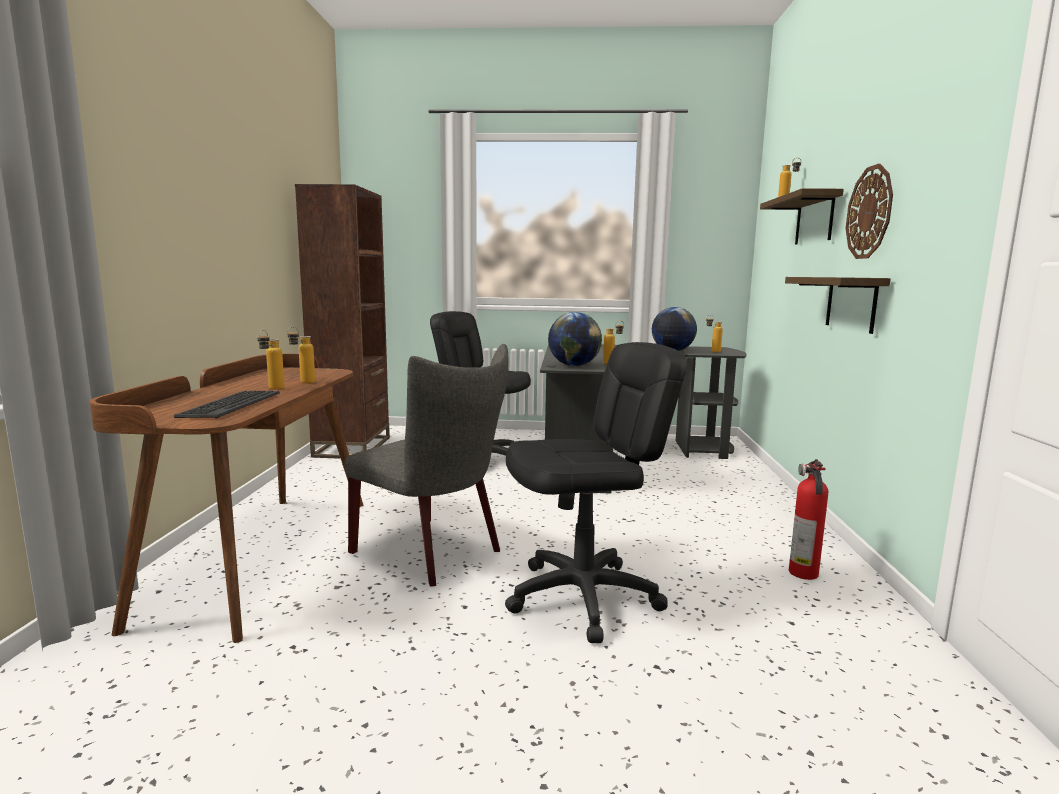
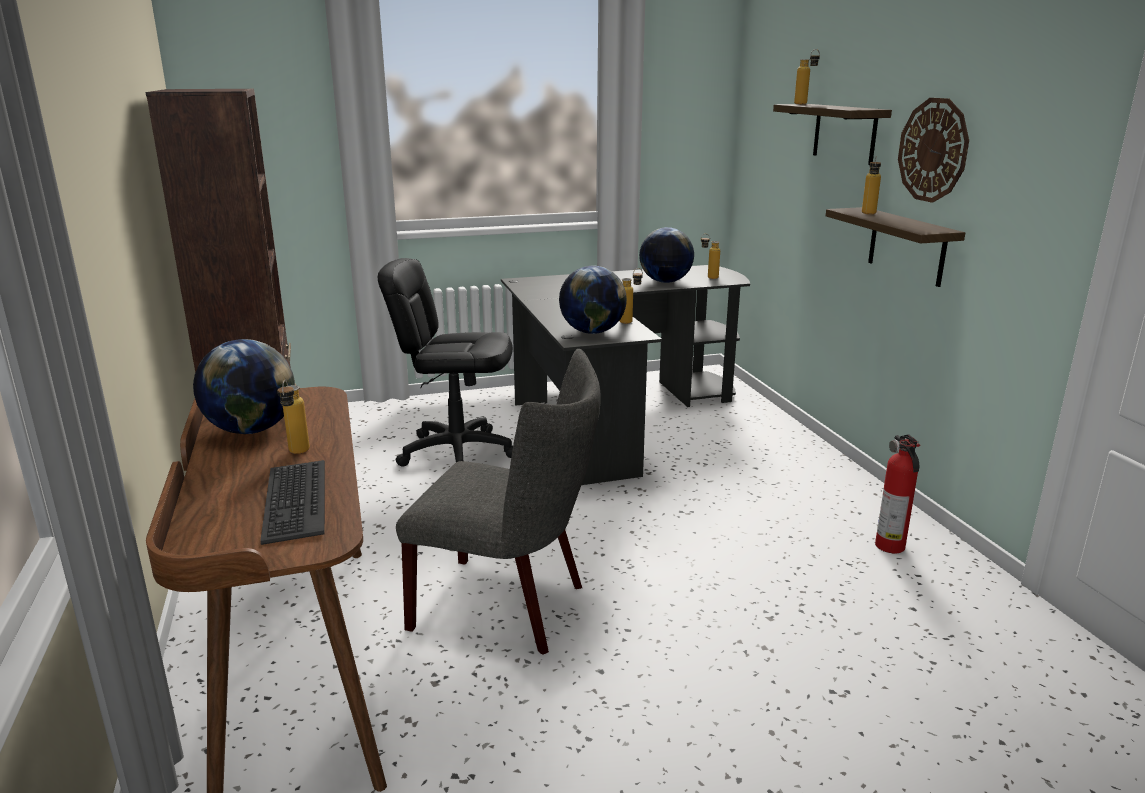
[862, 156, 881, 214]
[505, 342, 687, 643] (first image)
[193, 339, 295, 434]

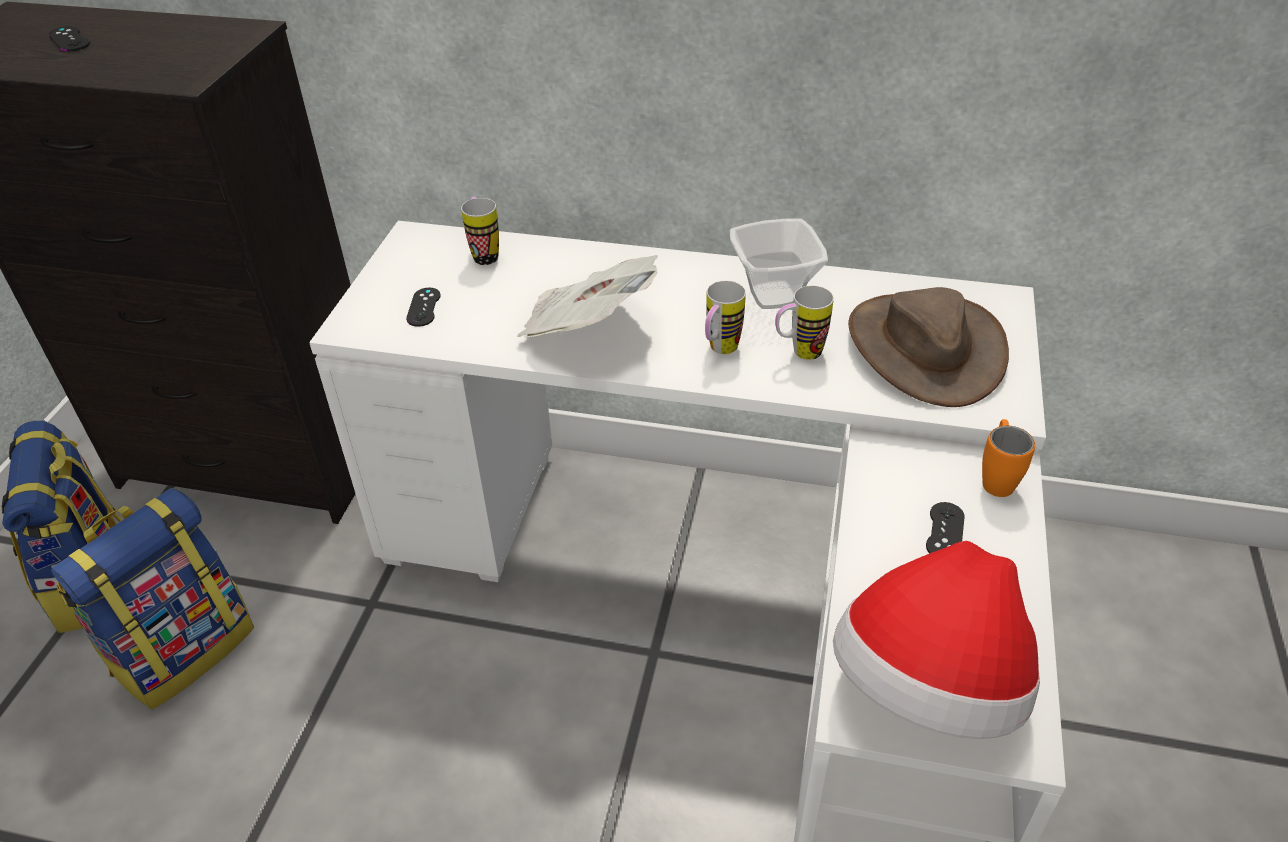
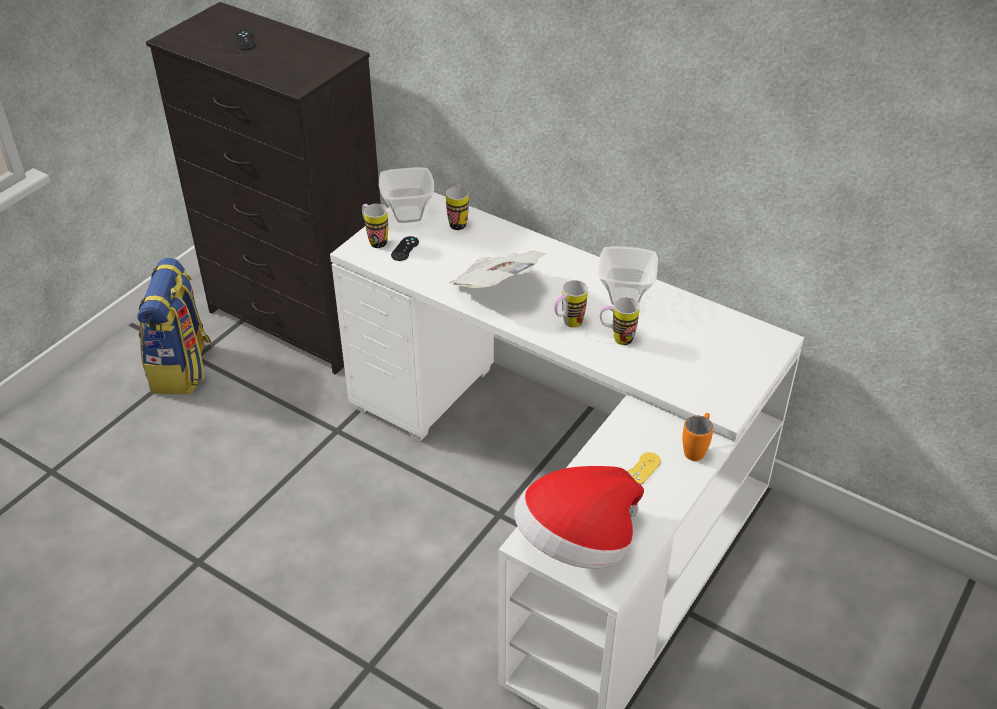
[51, 488, 254, 709] (first image)
[848, 287, 1009, 407] (first image)
[627, 452, 661, 485]
[362, 204, 388, 248]
[379, 167, 434, 223]

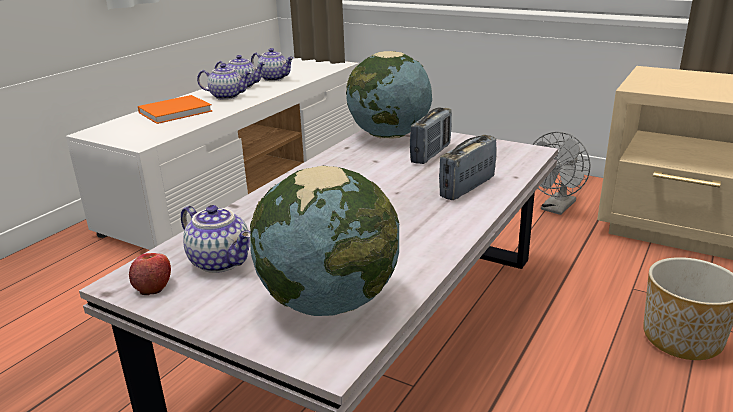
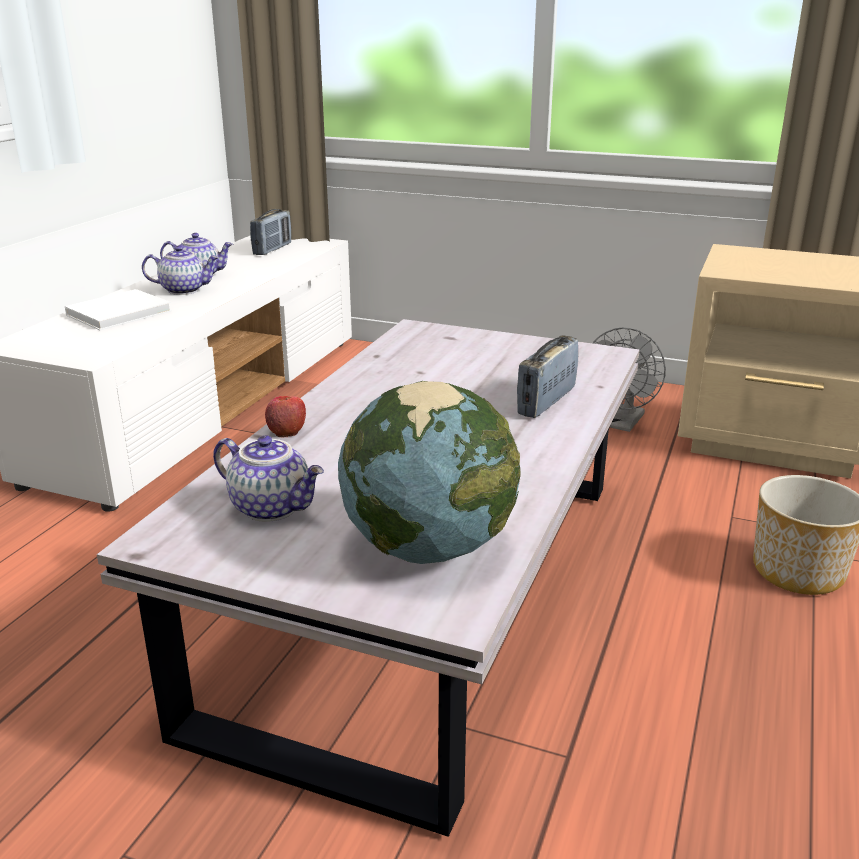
[265, 396, 306, 437]
[65, 289, 172, 330]
[251, 48, 294, 81] (first image)
[346, 51, 432, 139] (first image)
[250, 209, 291, 255]

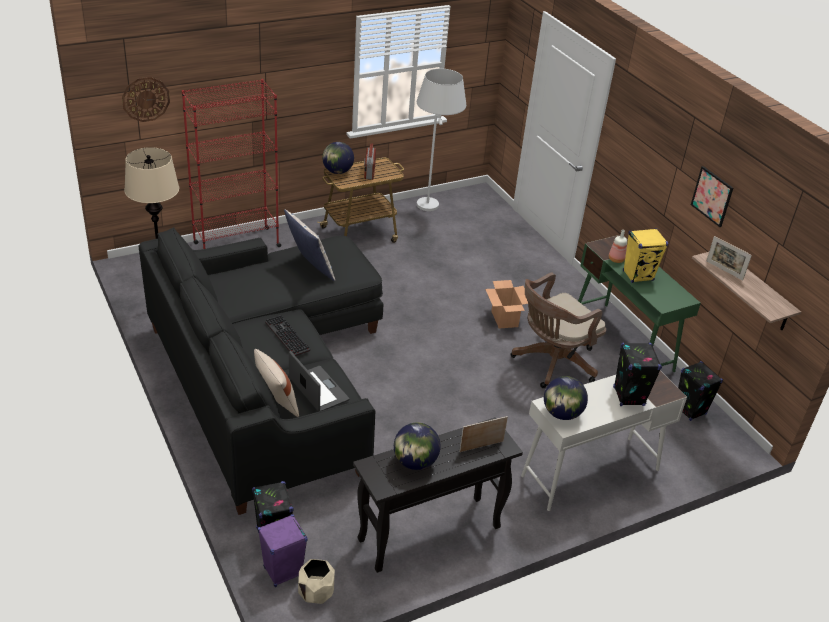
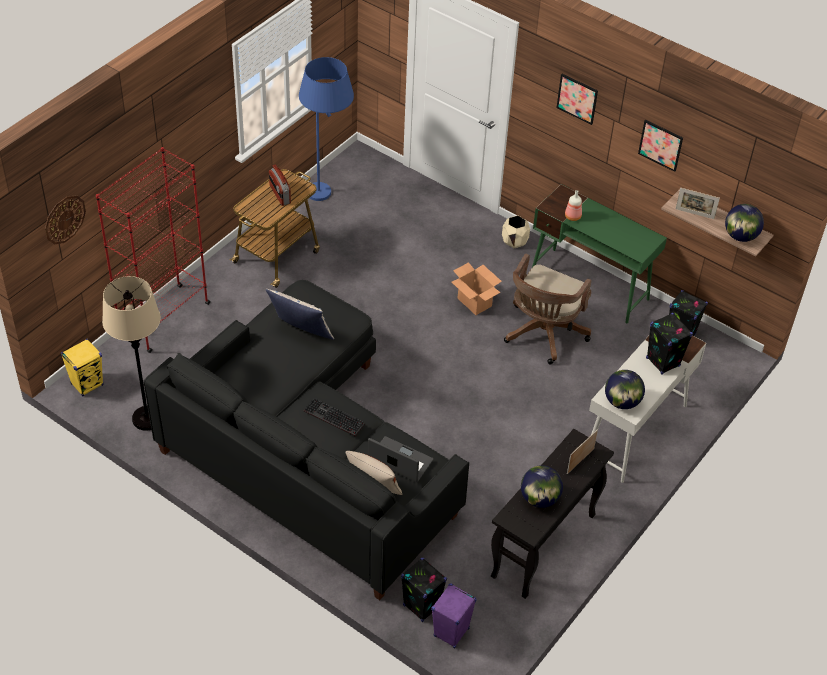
[502, 216, 530, 248]
[725, 204, 764, 242]
[299, 57, 354, 201]
[61, 339, 104, 397]
[557, 74, 598, 125]

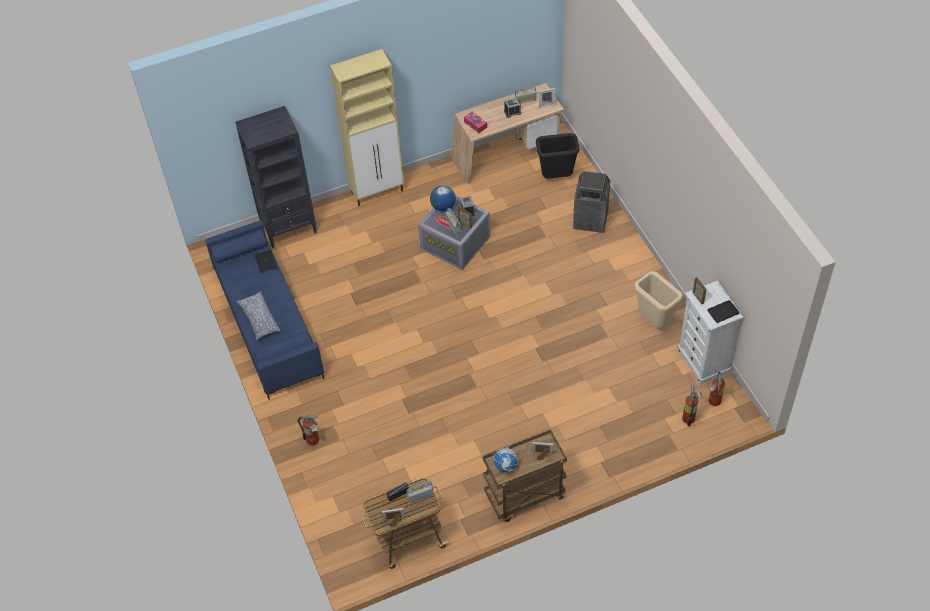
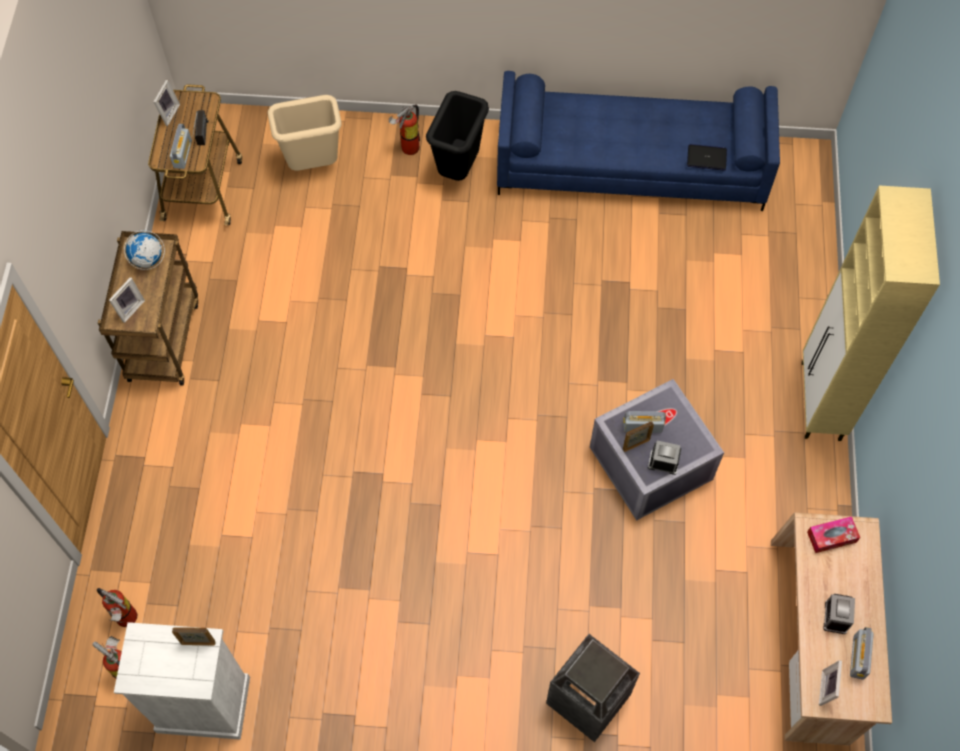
[235, 106, 317, 248] (first image)
[236, 291, 281, 340] (first image)
[430, 186, 456, 212] (first image)
[426, 91, 489, 181]
[268, 95, 342, 171]
[707, 300, 739, 323] (first image)

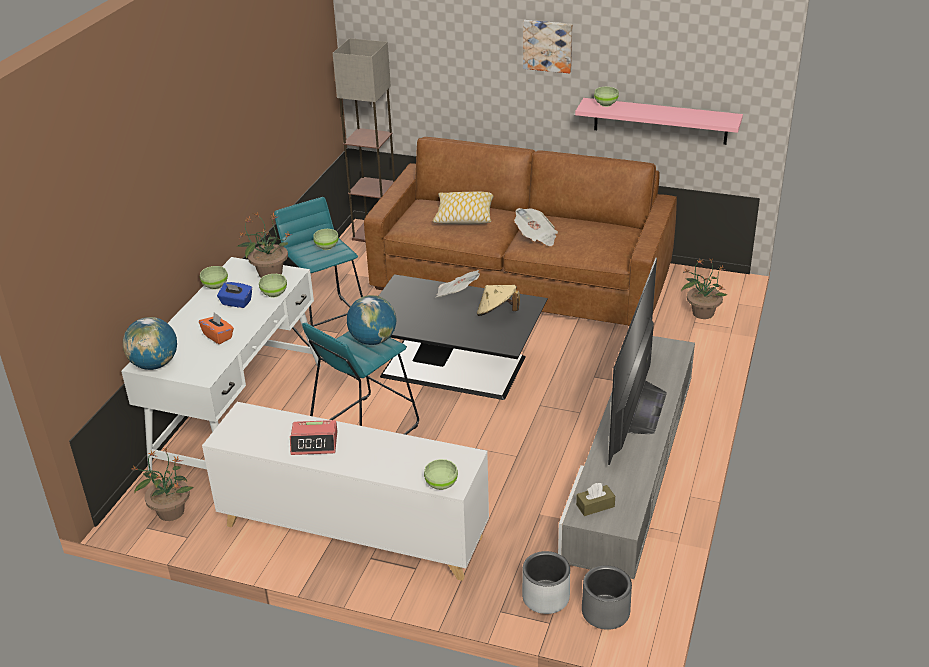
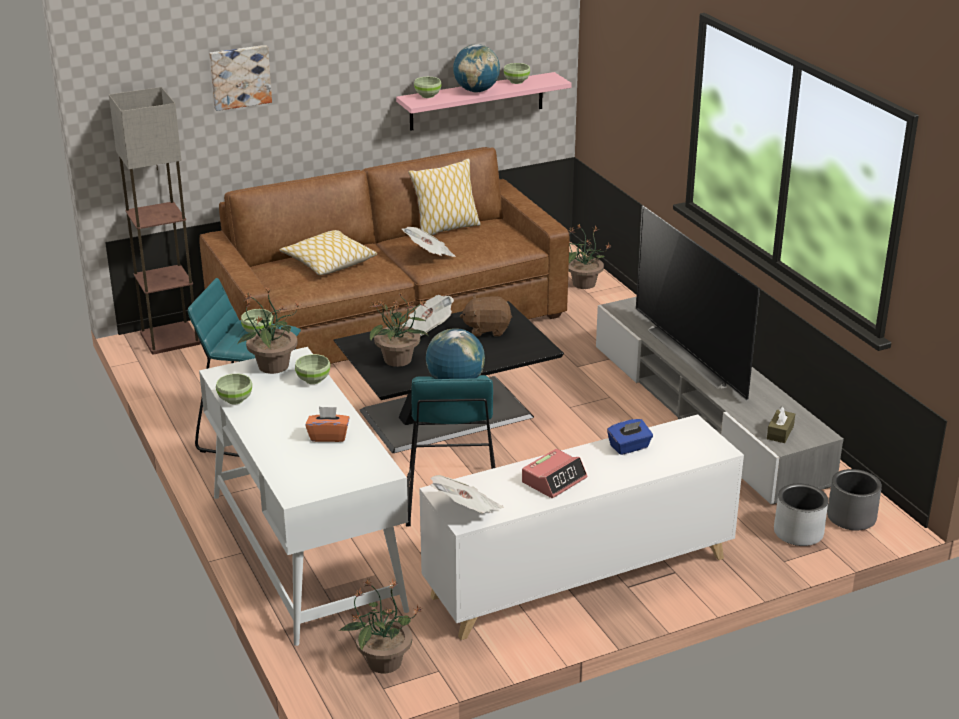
[453, 44, 500, 92]
[607, 419, 653, 455]
[504, 63, 530, 84]
[460, 295, 512, 337]
[209, 45, 272, 111]
[370, 294, 428, 367]
[408, 159, 481, 235]
[431, 475, 504, 513]

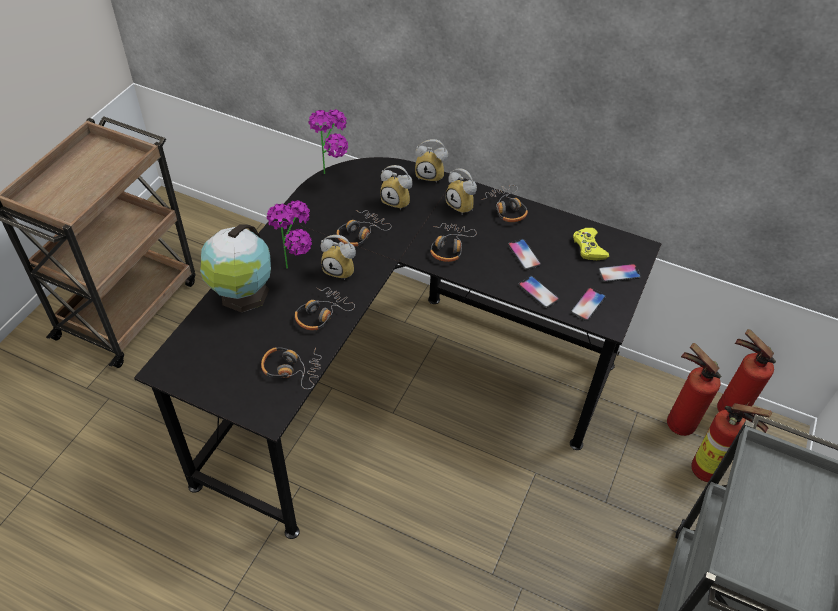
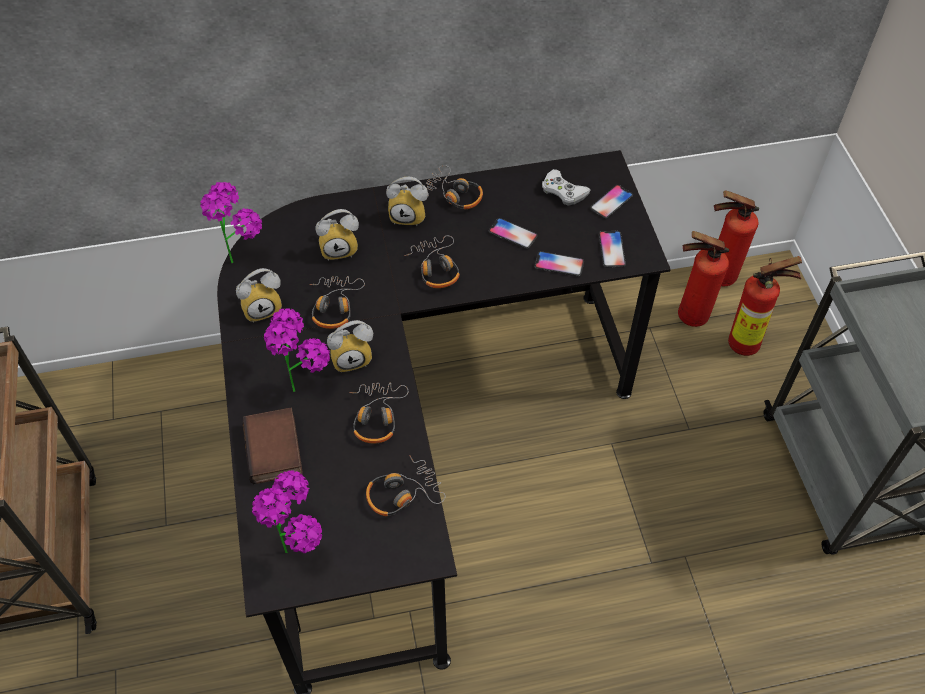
[242, 408, 303, 484]
[236, 268, 282, 323]
[542, 169, 590, 206]
[252, 470, 322, 553]

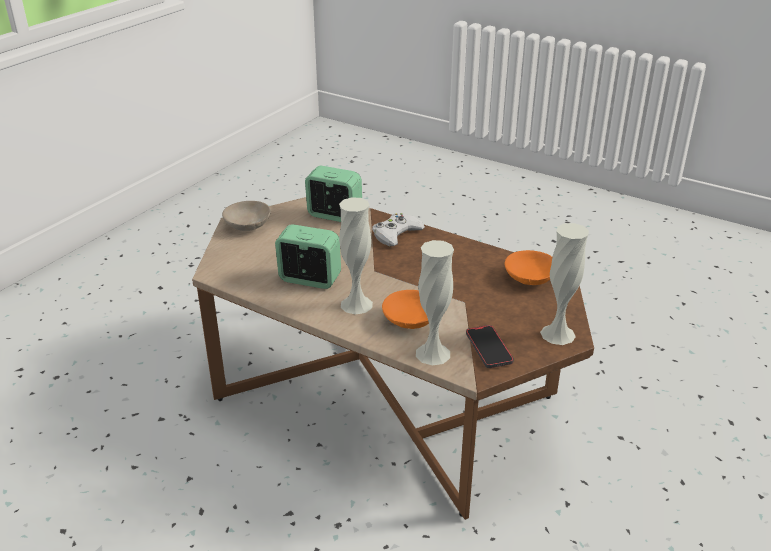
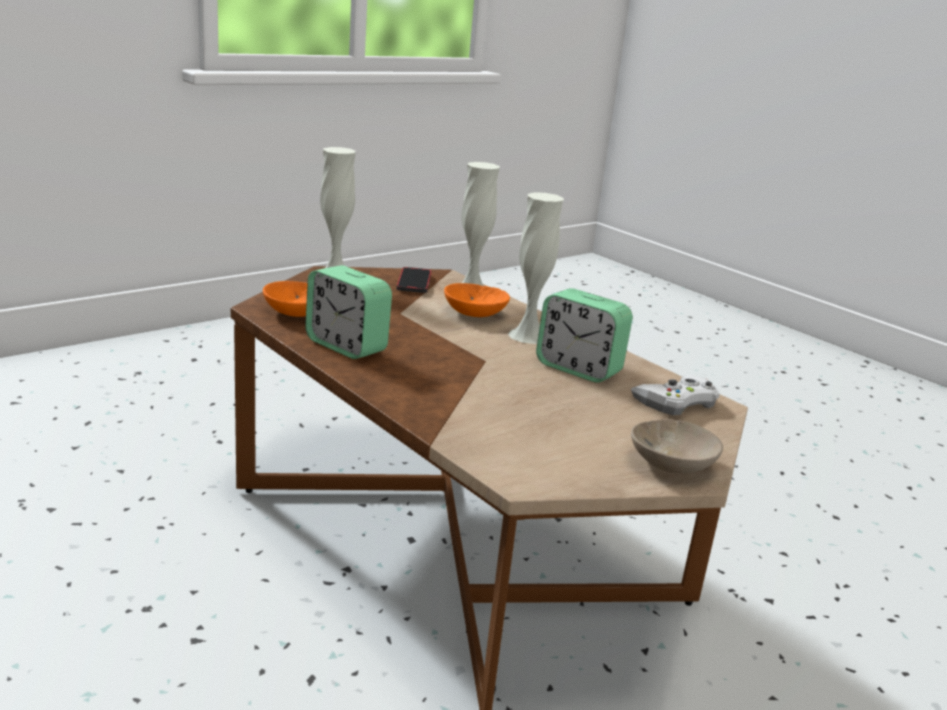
[305, 265, 392, 359]
[631, 375, 720, 415]

